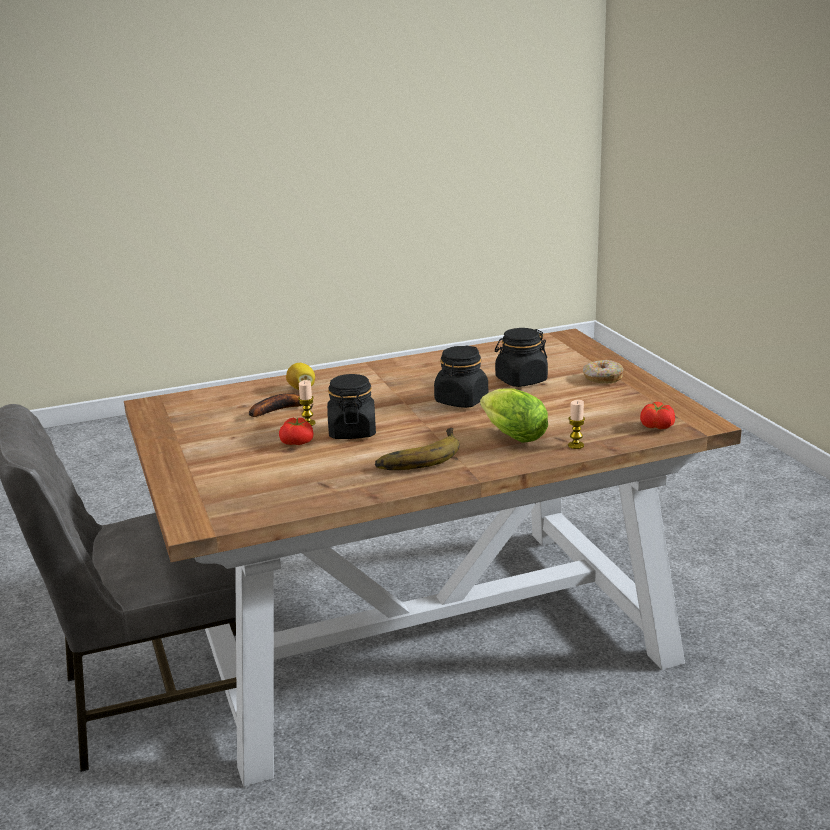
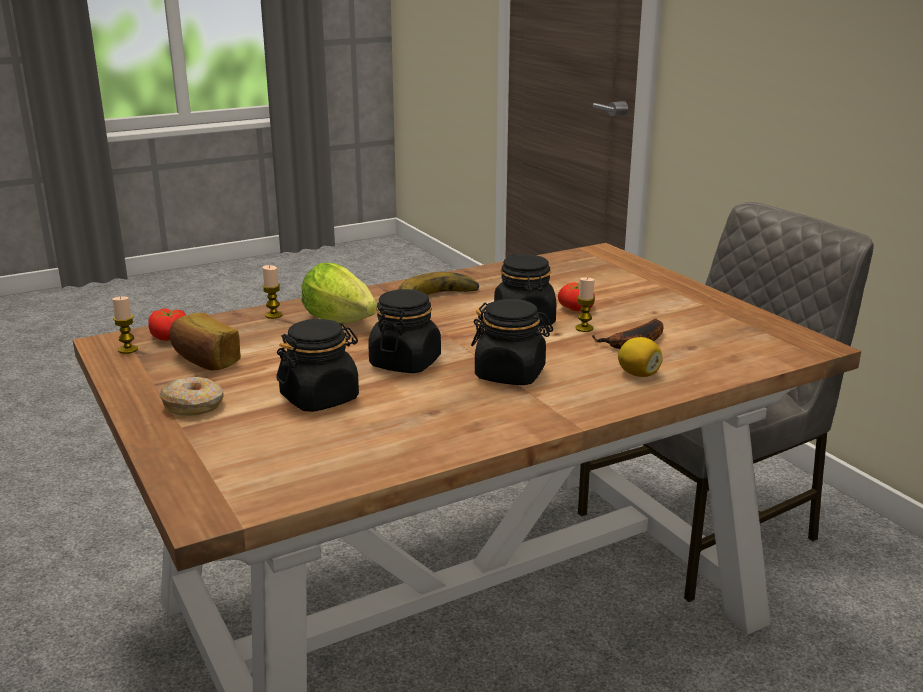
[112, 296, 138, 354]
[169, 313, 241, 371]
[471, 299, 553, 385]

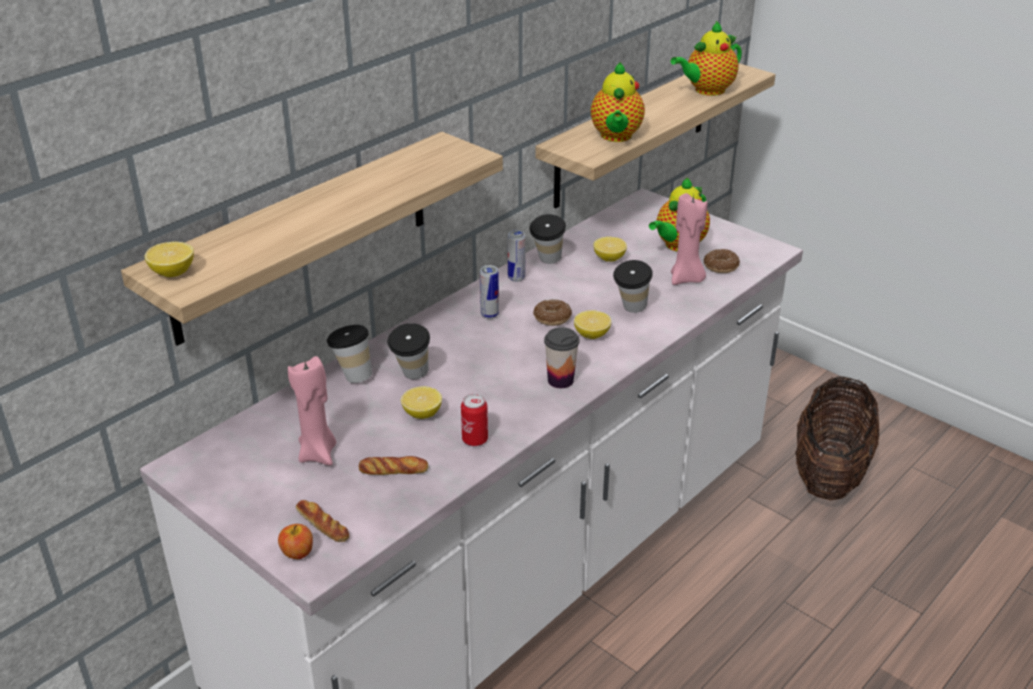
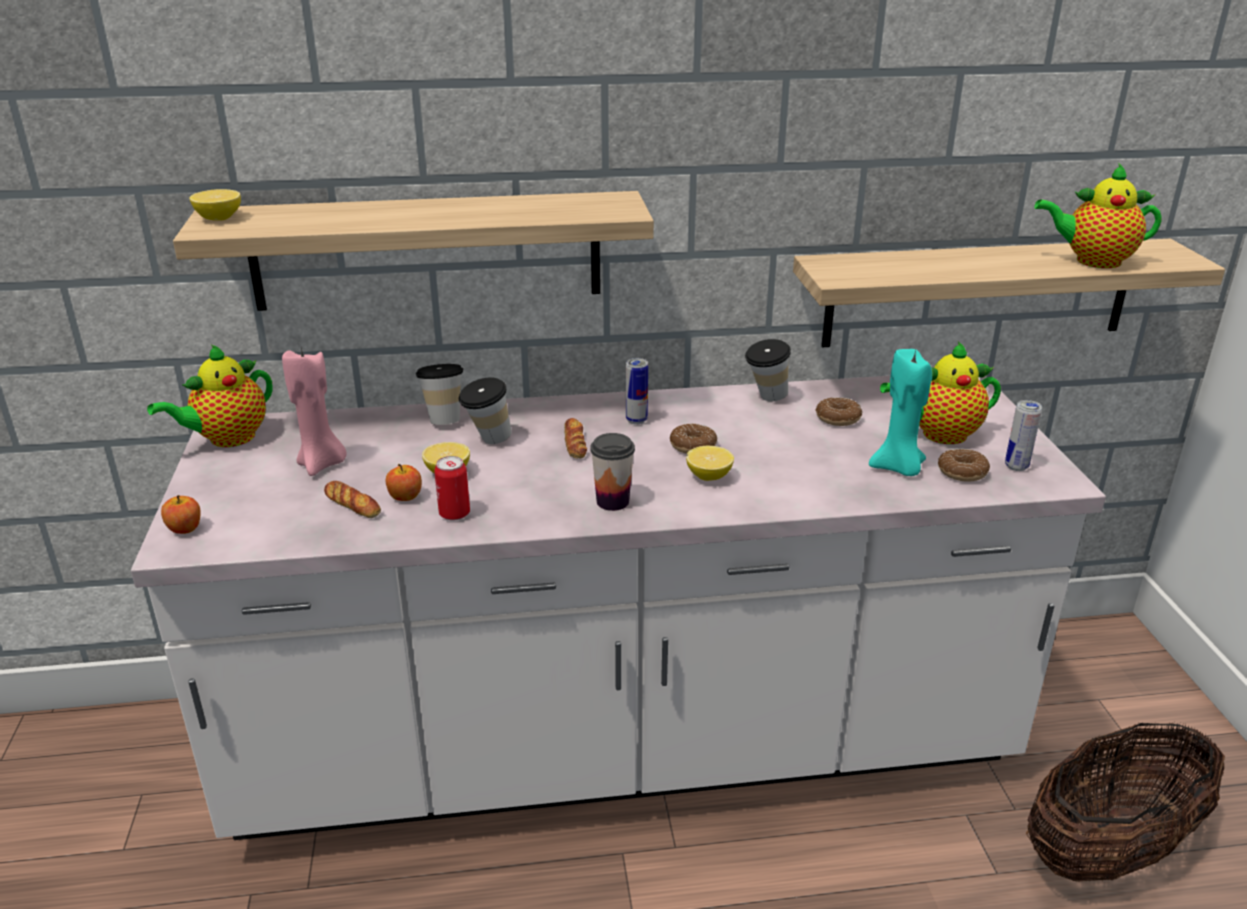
[564, 418, 587, 458]
[1005, 400, 1042, 471]
[147, 345, 273, 447]
[815, 397, 862, 426]
[613, 260, 653, 313] (first image)
[869, 349, 932, 476]
[386, 464, 422, 501]

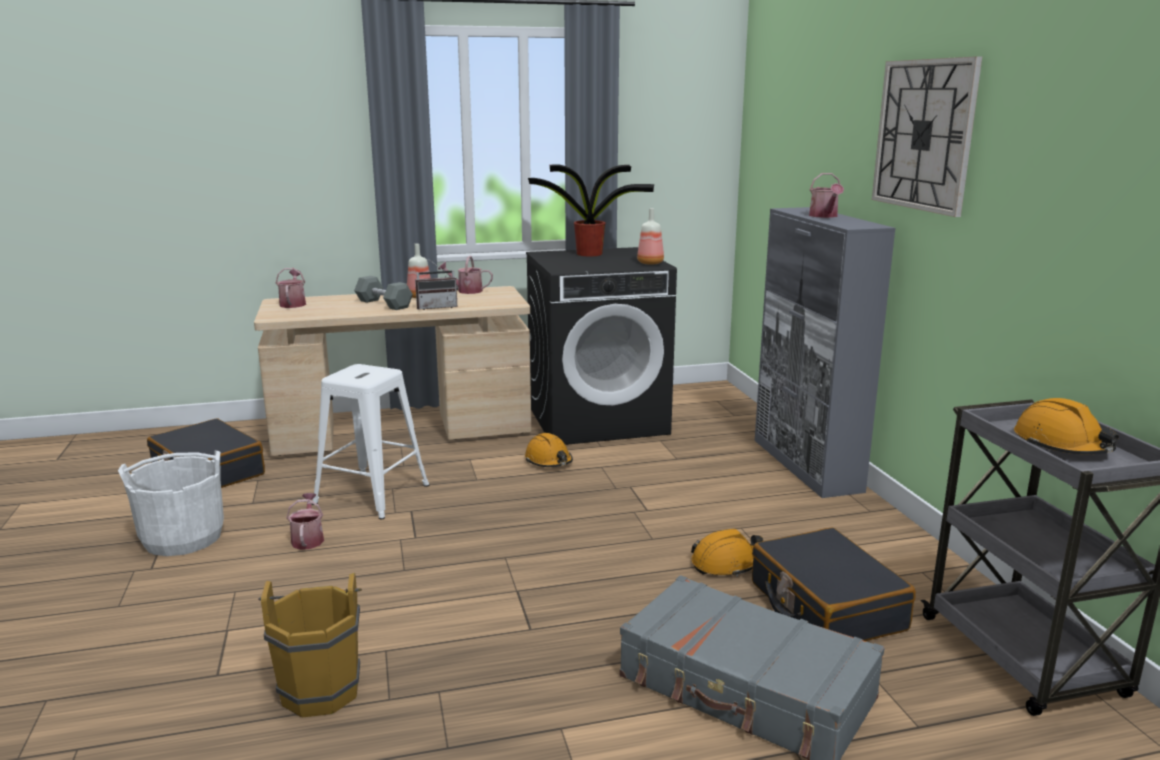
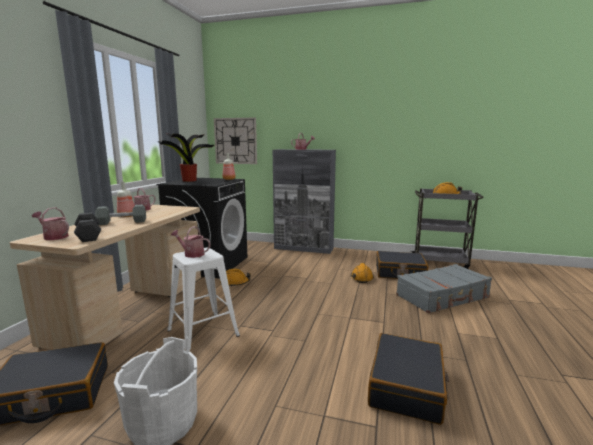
[368, 333, 449, 425]
[171, 226, 211, 258]
[415, 259, 458, 310] (first image)
[214, 118, 257, 164]
[74, 212, 101, 242]

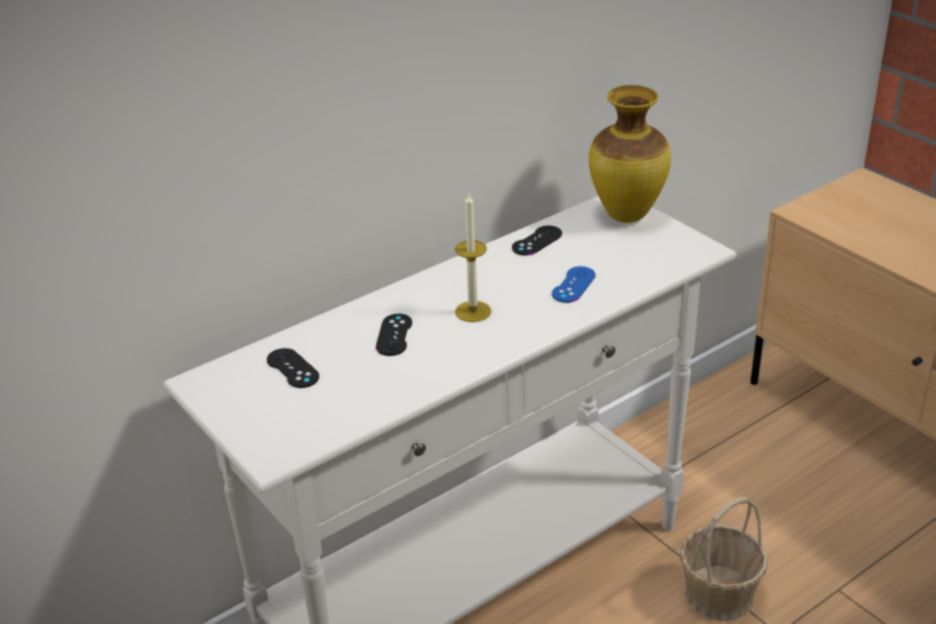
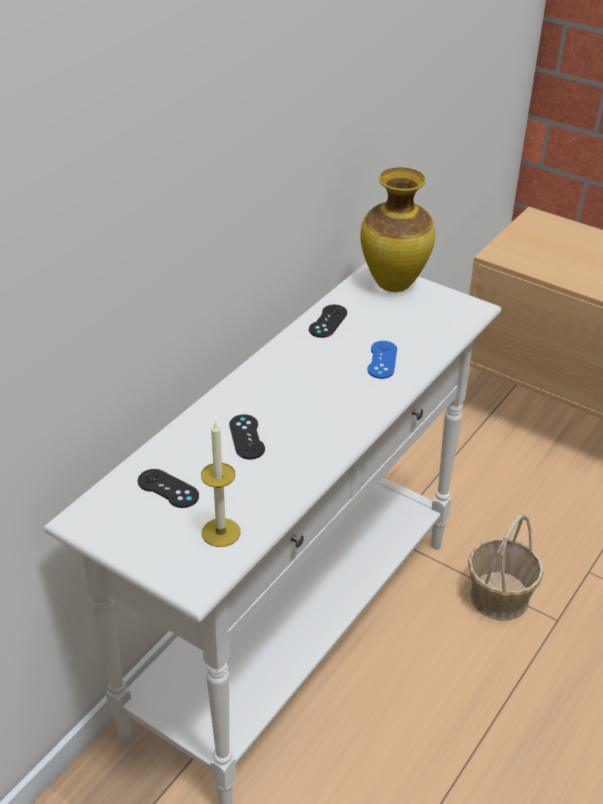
[201, 421, 241, 547]

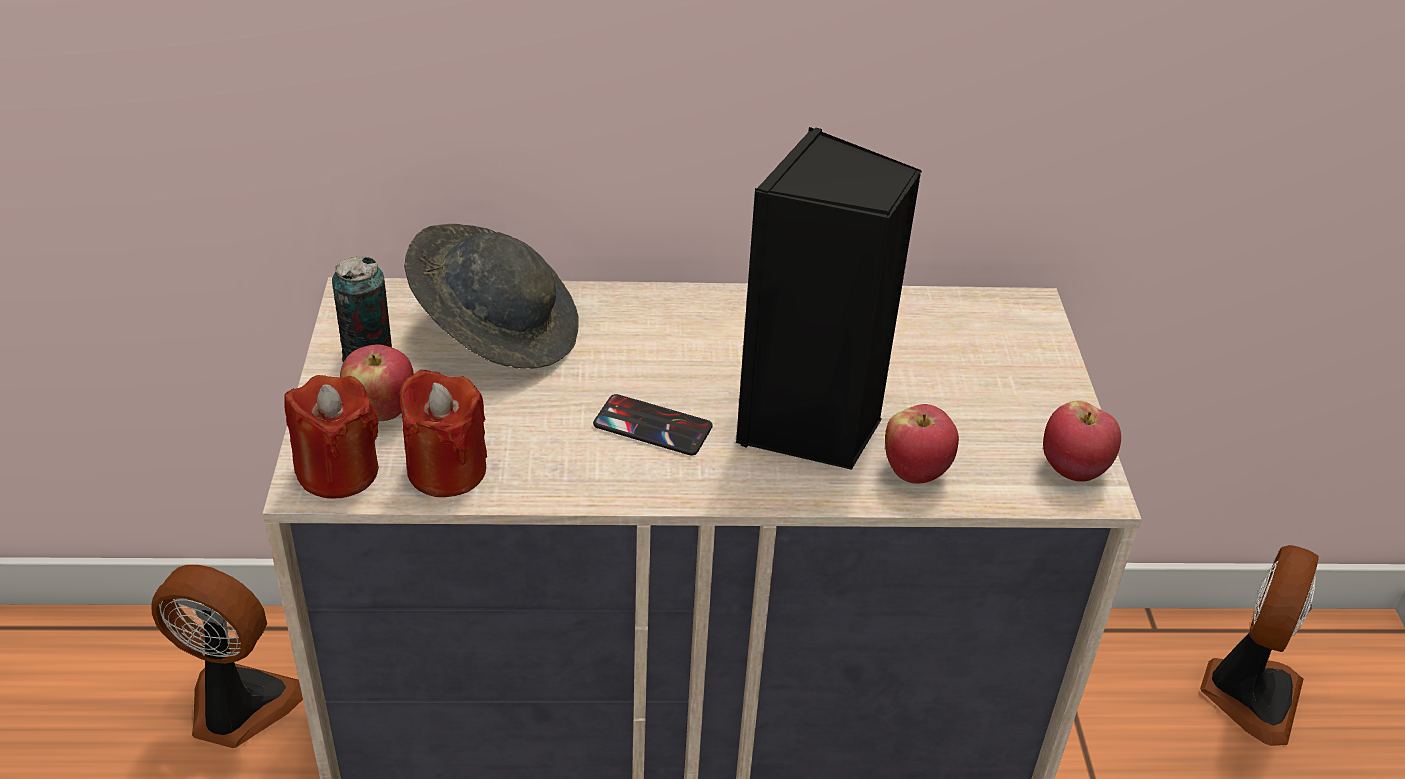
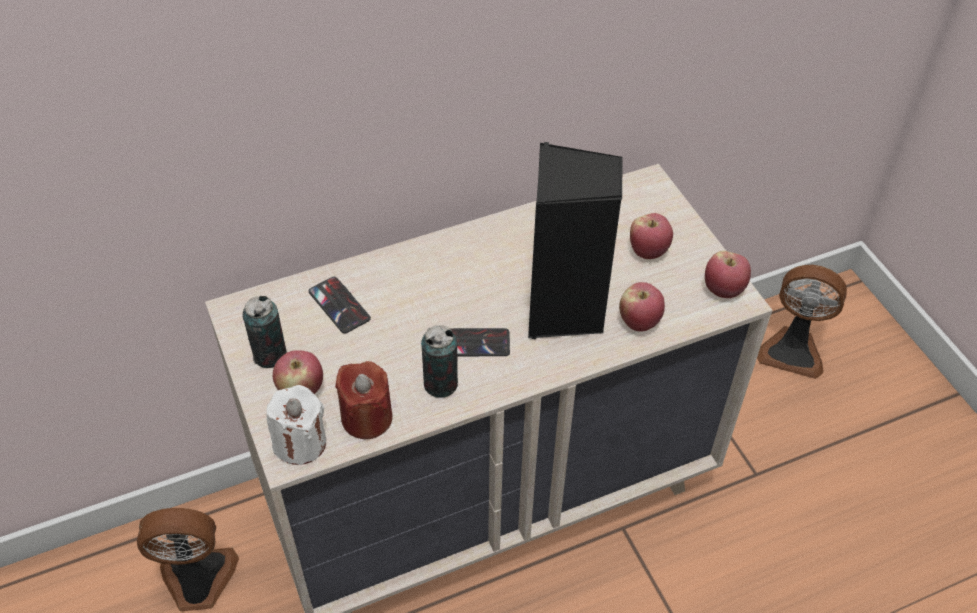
[267, 385, 326, 465]
[309, 277, 371, 334]
[757, 265, 847, 379]
[421, 325, 458, 398]
[630, 213, 673, 259]

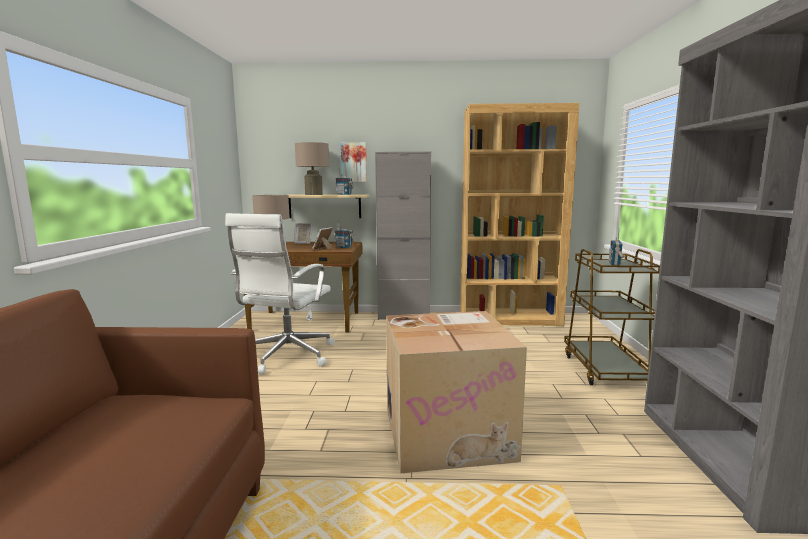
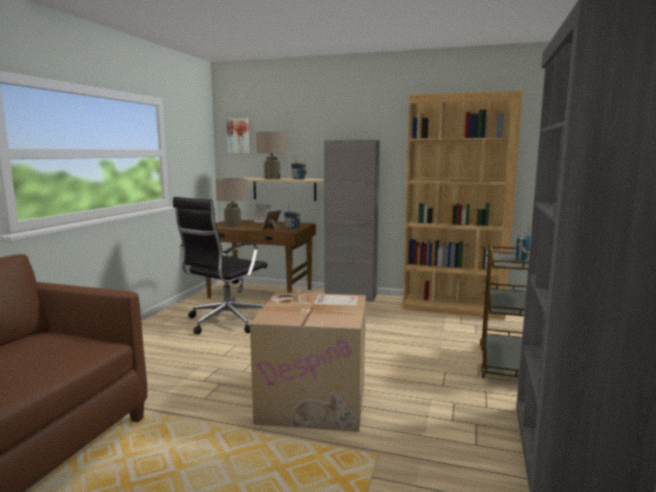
[173, 197, 268, 334]
[226, 118, 249, 153]

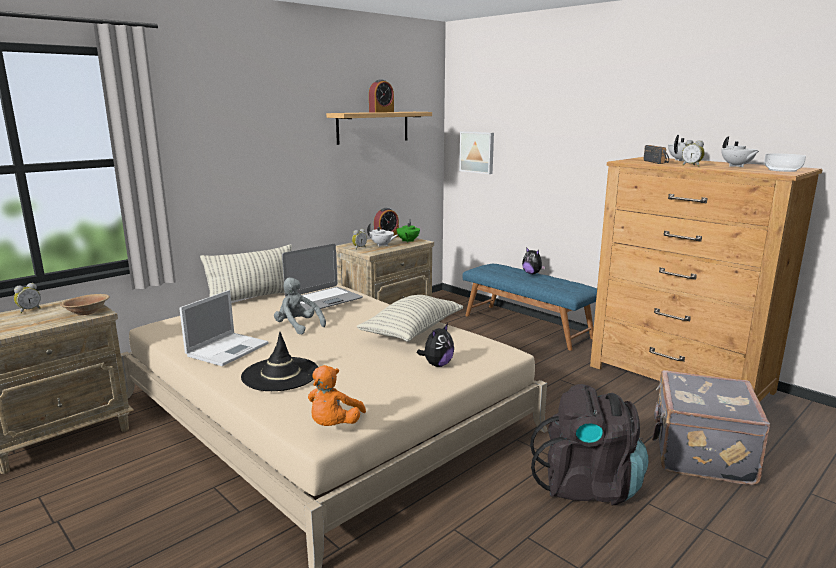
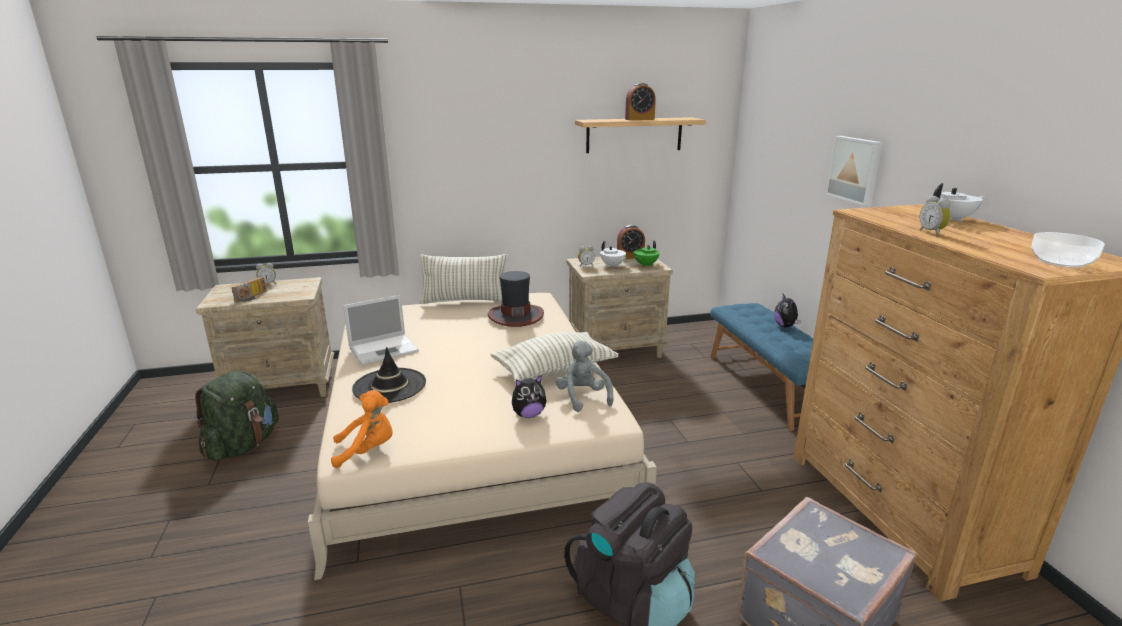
[60, 294, 110, 315] (first image)
[556, 340, 613, 412]
[488, 271, 544, 327]
[331, 390, 393, 468]
[826, 136, 883, 206]
[232, 277, 267, 302]
[721, 136, 759, 167] (first image)
[195, 371, 279, 461]

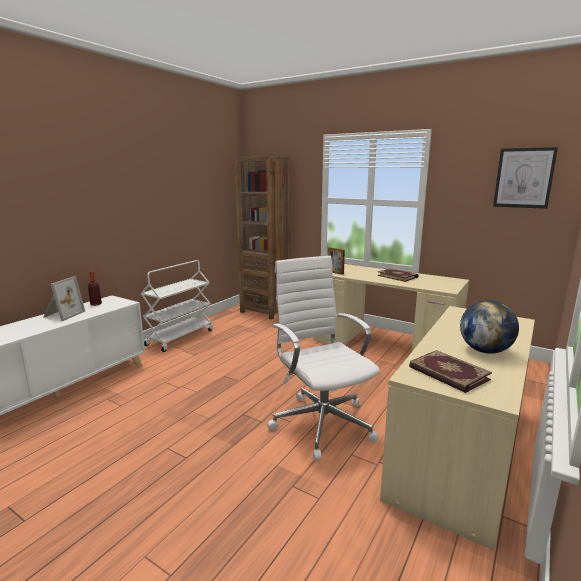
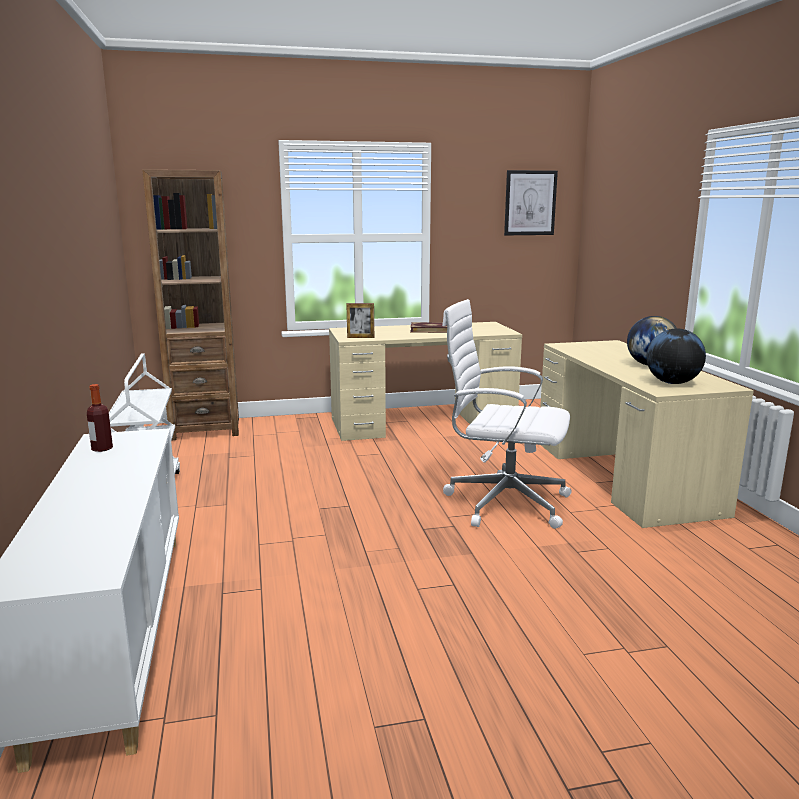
[43, 276, 85, 321] (first image)
[646, 328, 706, 384]

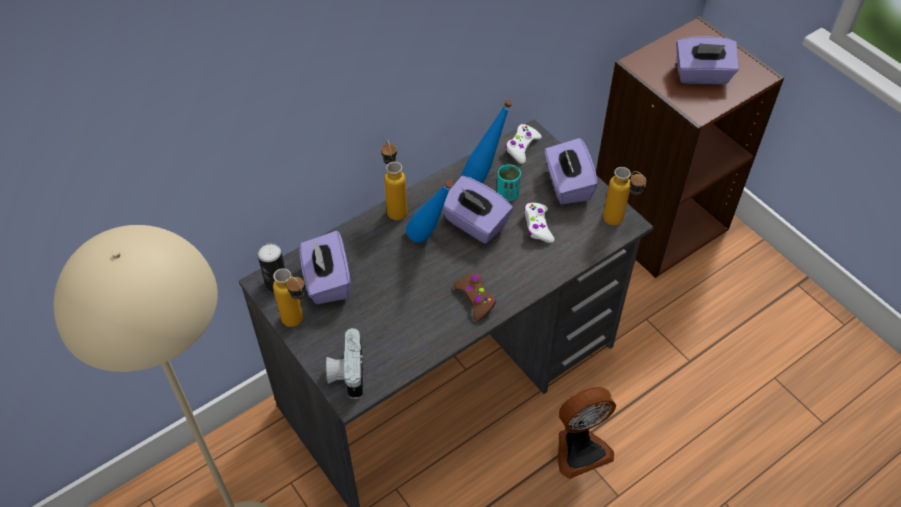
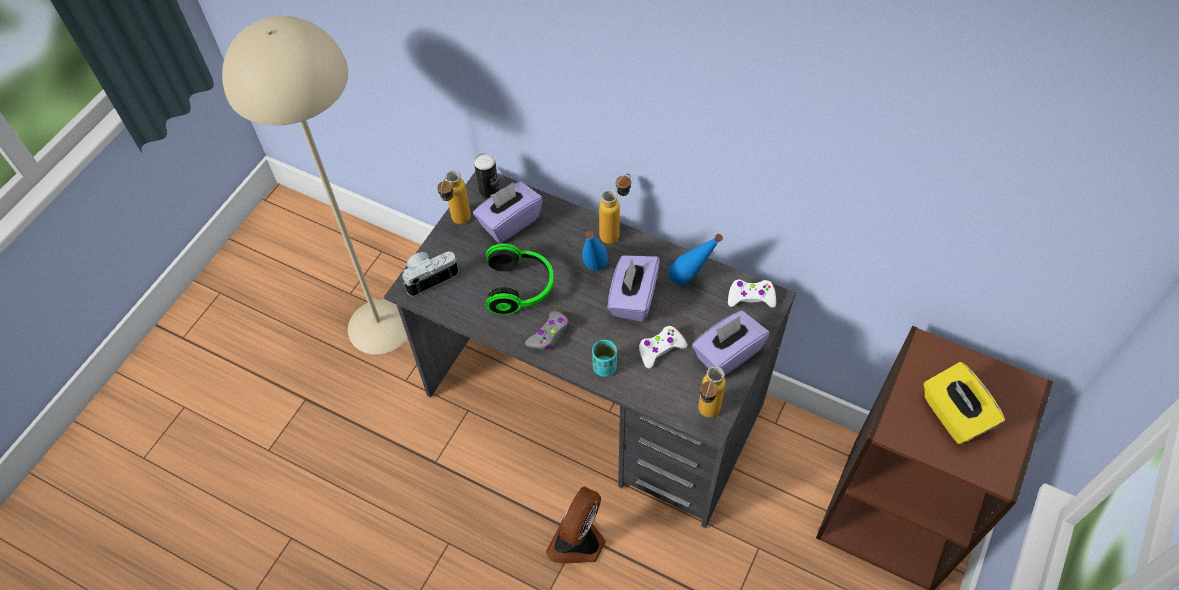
[525, 311, 569, 350]
[592, 340, 617, 377]
[545, 487, 606, 564]
[924, 362, 1005, 444]
[486, 244, 554, 315]

